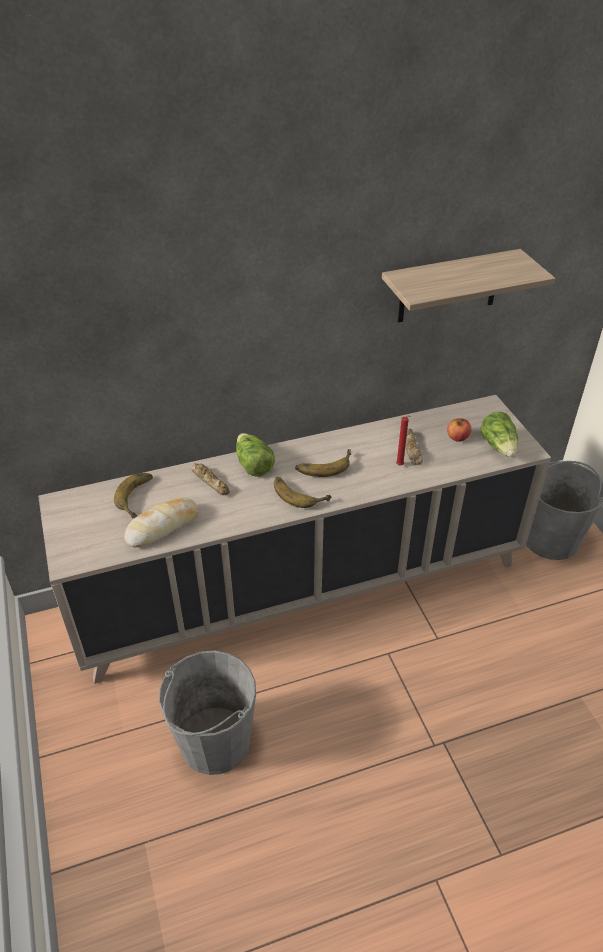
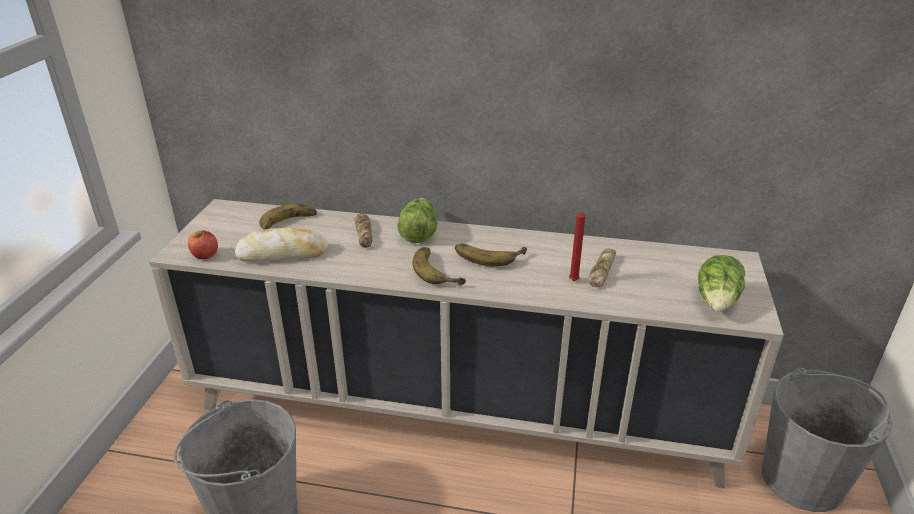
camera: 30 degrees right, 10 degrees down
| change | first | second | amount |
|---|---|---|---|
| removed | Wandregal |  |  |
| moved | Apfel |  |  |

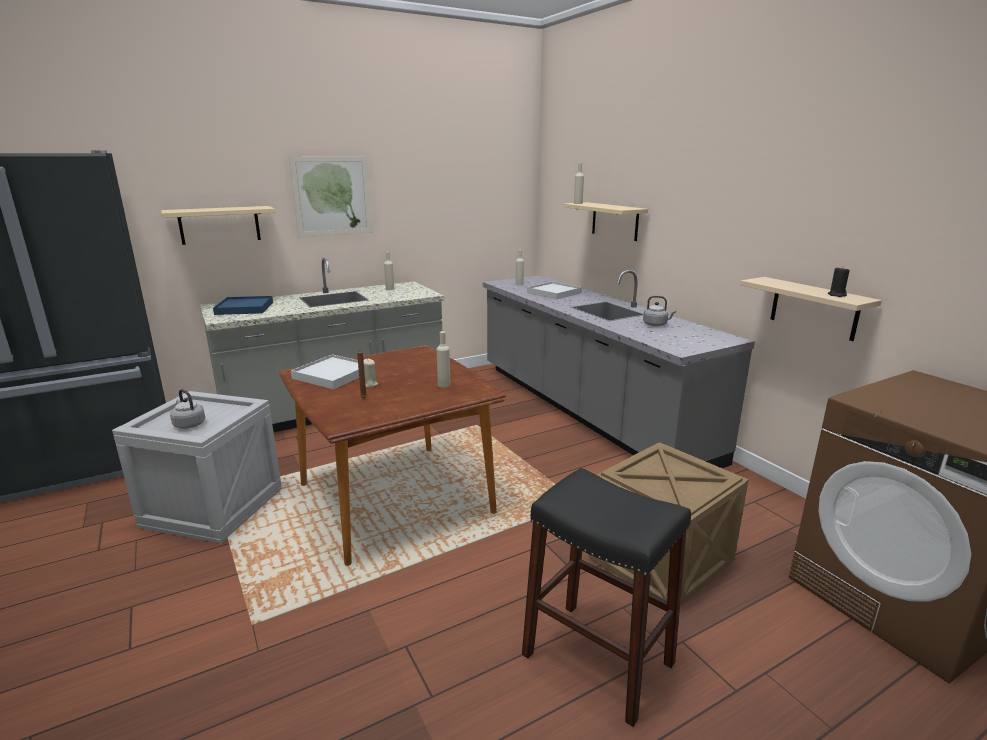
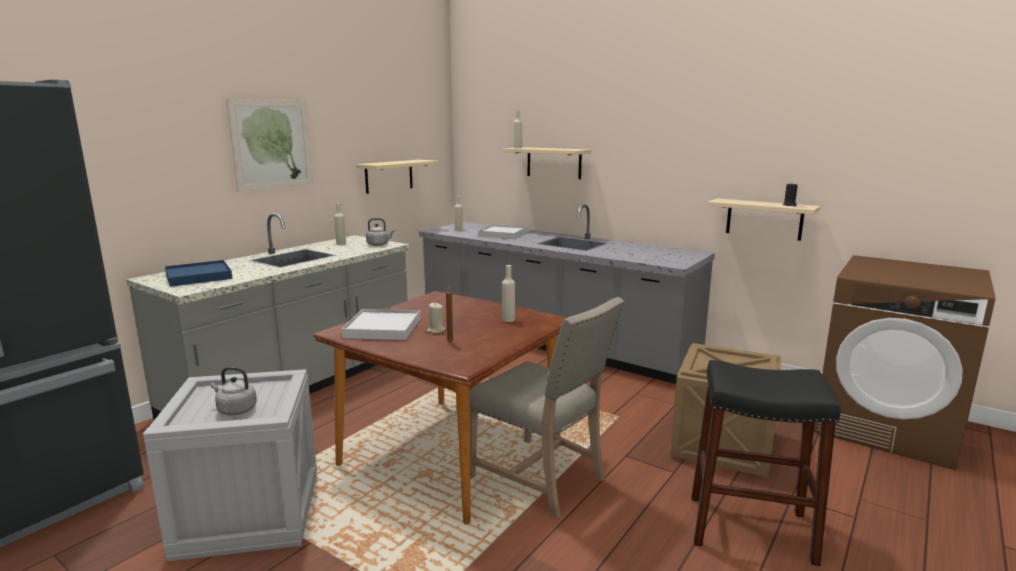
camera: 25 degrees left, 5 degrees down
| change | first | second | amount |
|---|---|---|---|
| moved | Wandregal (beige) (1st from left) |  |  |
| moved | Wasserkessel (grau) (2nd from left) |  |  |
| added |  | Stuhl (beige) |  |

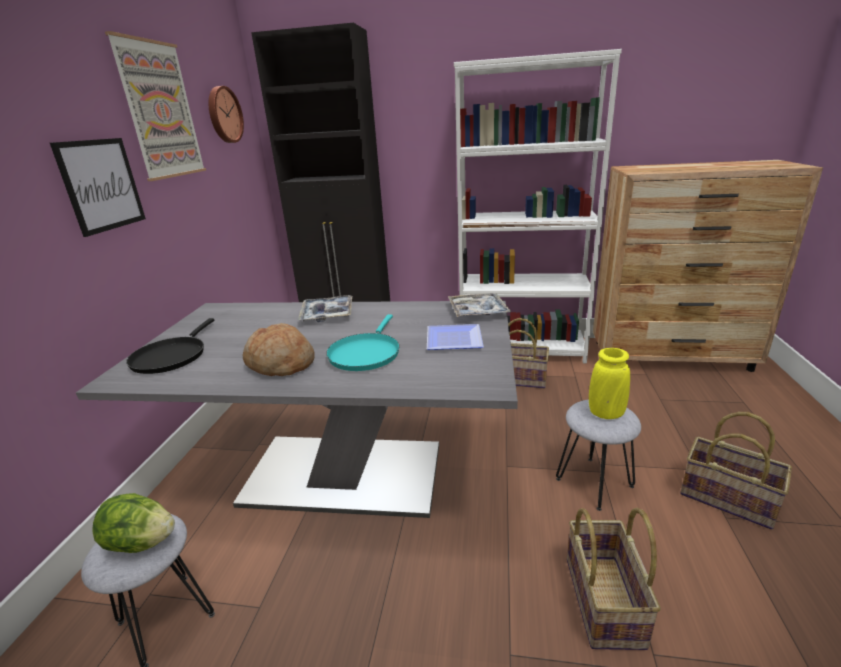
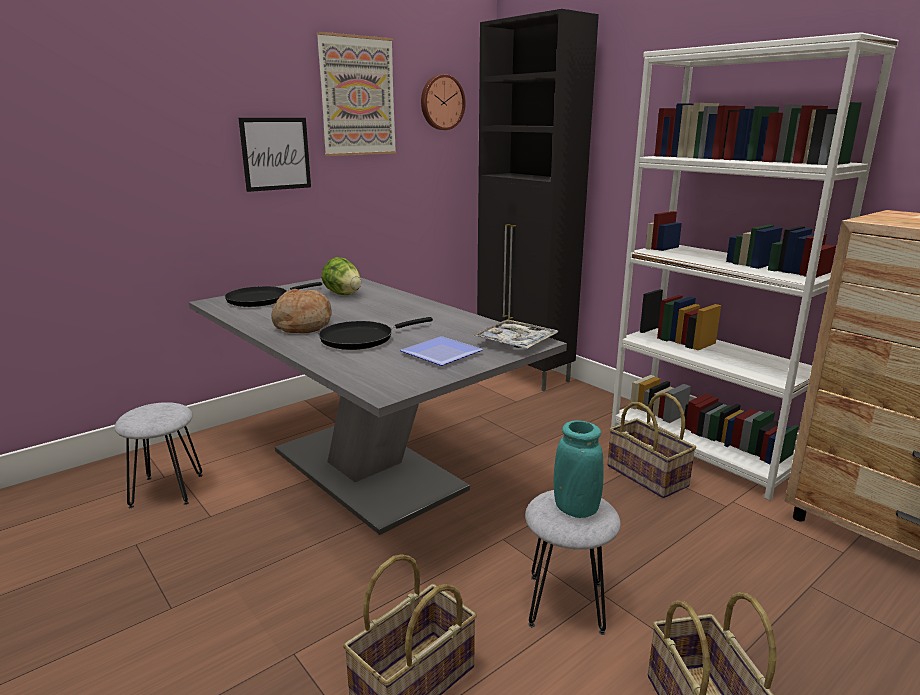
camera: 40 degrees right, 5 degrees down
| change | first | second | amount |
|---|---|---|---|
| moved | Salatkopf |  |  |
| removed | Tablett (1st from left) |  |  |
| recoloured | Pfanne (türkis) | Pfanne (schwarz) (2nd from left) |  |
| recoloured | Vase (gelb) | Vase (türkis) |  |

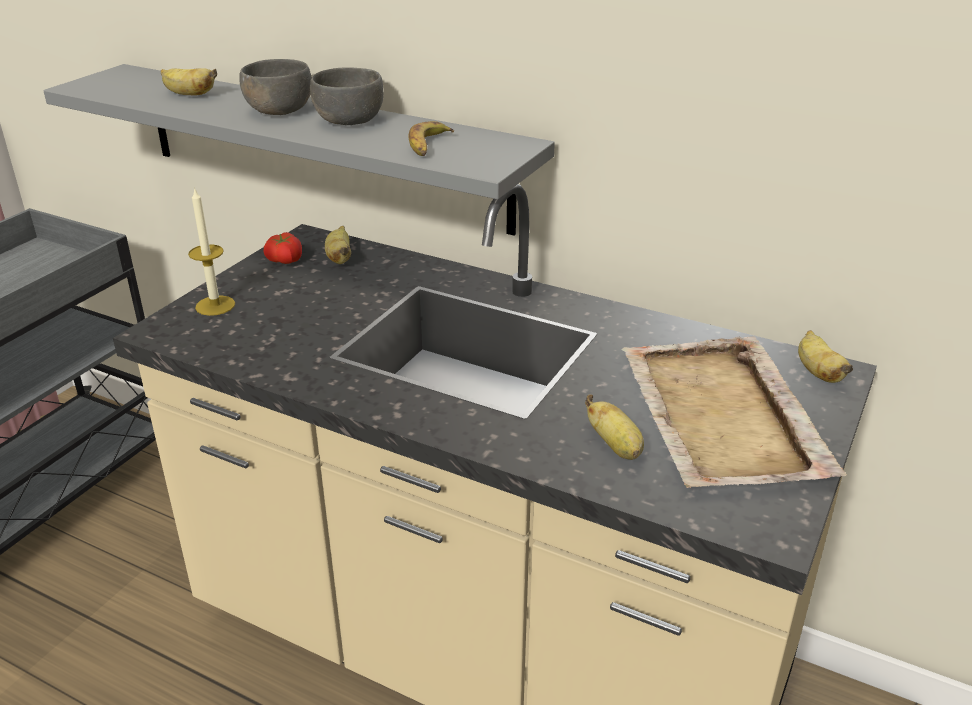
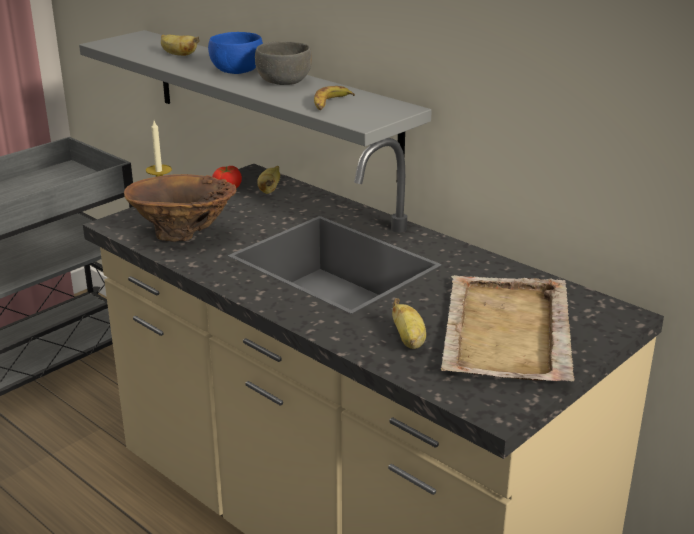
camera: 15 degrees right, 5 degrees down
| change | first | second | amount |
|---|---|---|---|
| recoloured | Schüssel (grau) (1st from left) | Schüssel (blau) |  |
| removed | Banane (5th from left) |  |  |
| added |  | Vase (braun) |  |

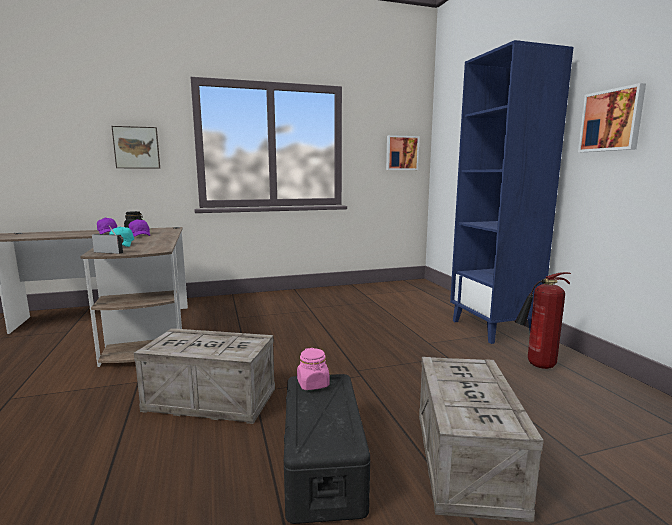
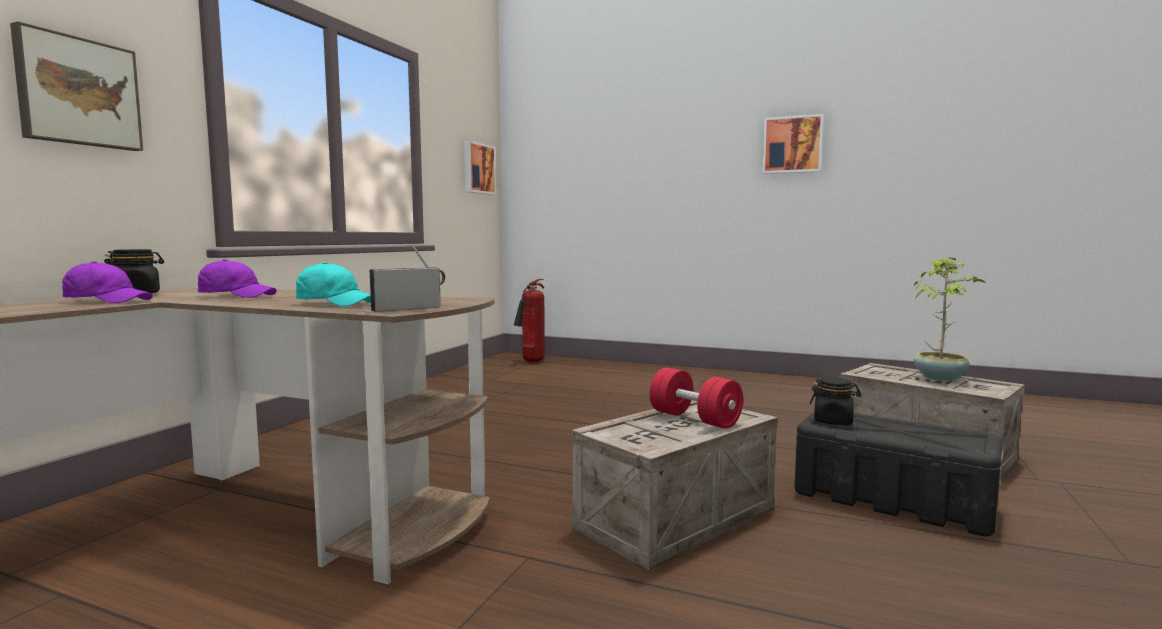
camera: 50 degrees left, 5 degrees down
| change | first | second | amount |
|---|---|---|---|
| recoloured | Vorratsglas (rosa) | Vorratsglas (schwarz) (2nd from left) |  |
| removed | Bücherregal (blau) |  |  |
| moved | Feuerlöscher |  |  |
| added |  | Hantel (rot) |  |
| added |  | Topfpflanze |  |

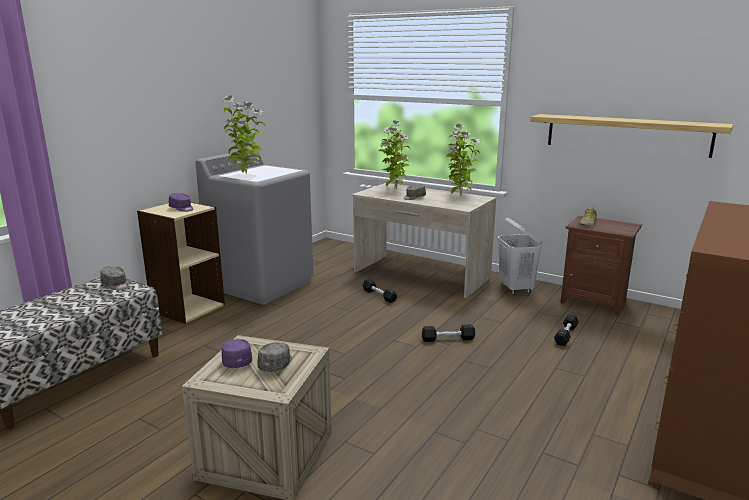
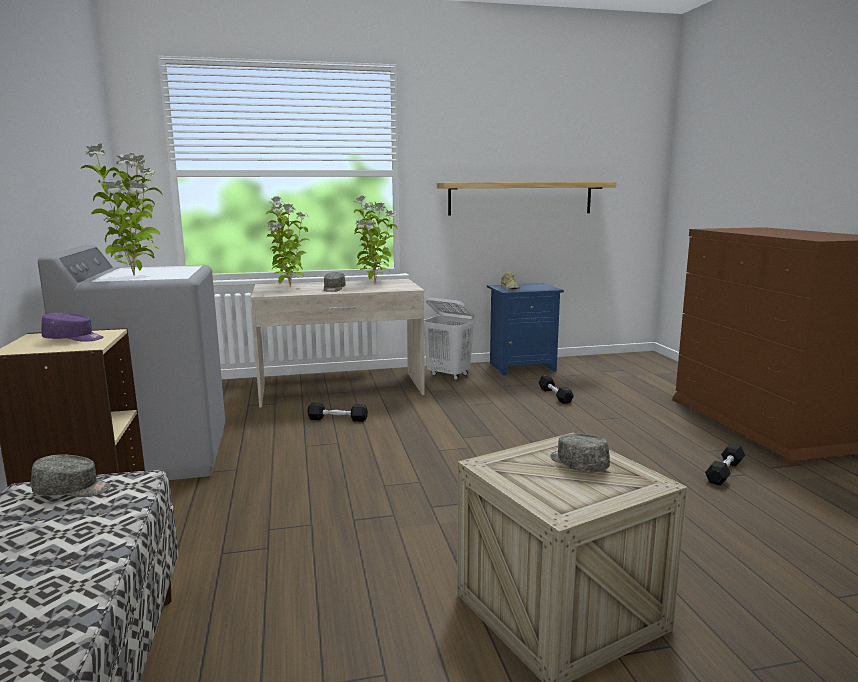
camera: 45 degrees left, 5 degrees down
| change | first | second | amount |
|---|---|---|---|
| removed | Kappe (lila) (2nd from left) |  |  |
| moved | Hantel (schwarz) (2nd from left in the first image) | Hantel (schwarz) (3rd from left) |  |
| recoloured | Nachttisch (braun) | Nachttisch (blau) |  |

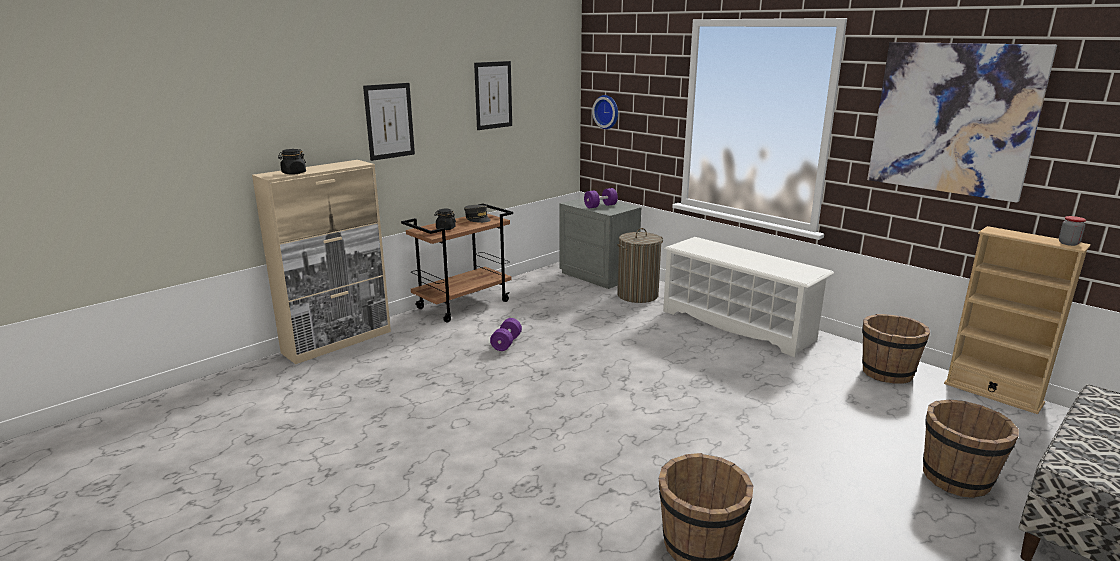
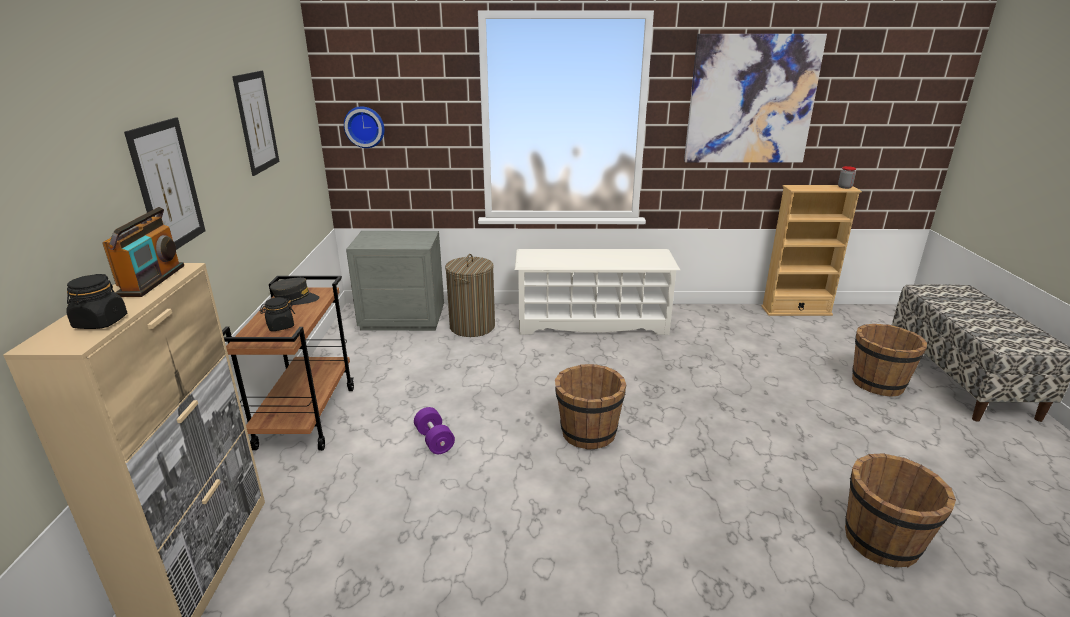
camera: 45 degrees left, 5 degrees up
| change | first | second | amount |
|---|---|---|---|
| removed | Hantel (lila) (2nd from left) |  |  |
| moved | Eimer (braun) (2nd from left in the first image) | Eimer (braun) (1st from left) |  |
| added |  | Radio |  |

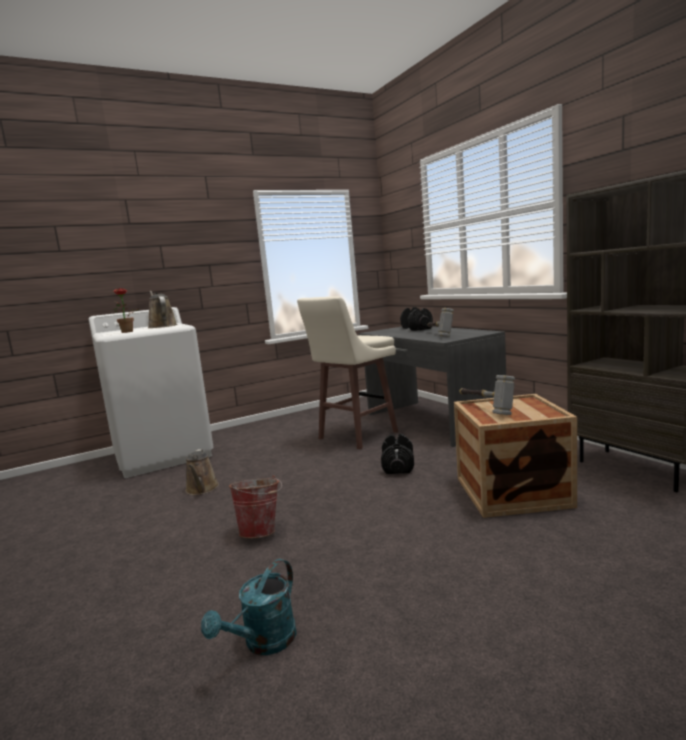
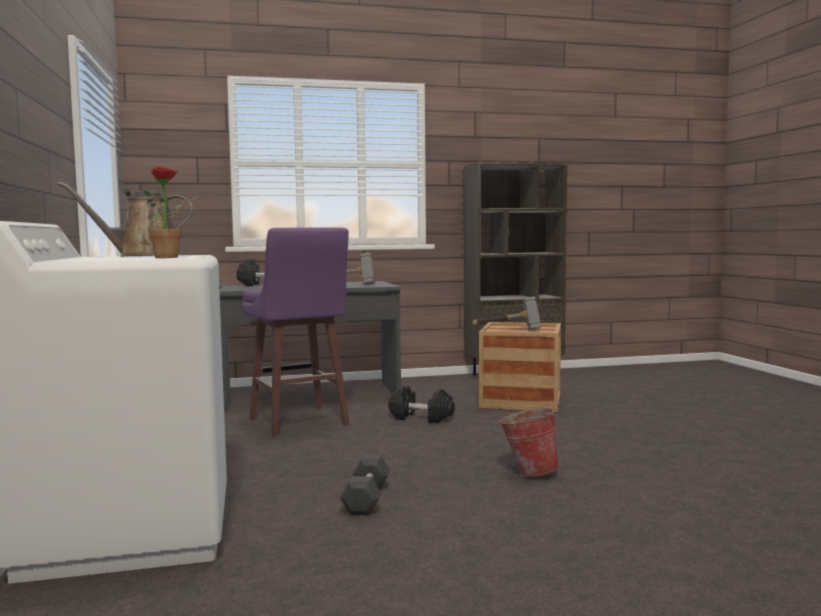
camera: 75 degrees left, 5 degrees down
| change | first | second | amount |
|---|---|---|---|
| replaced | Gießkanne (braun) (2nd from left) | Hantel (schwarz) (2nd from left) |  |
| removed | Gießkanne (türkis) |  |  |
| recoloured | Hocker (beige) | Hocker (lila) |  |

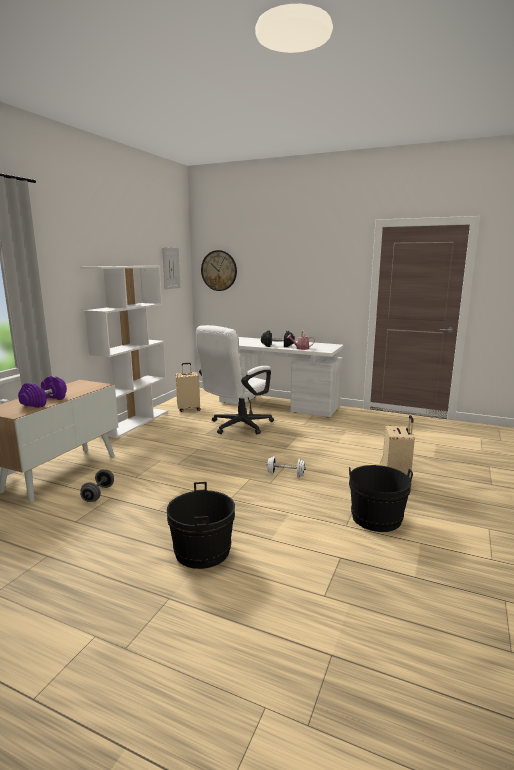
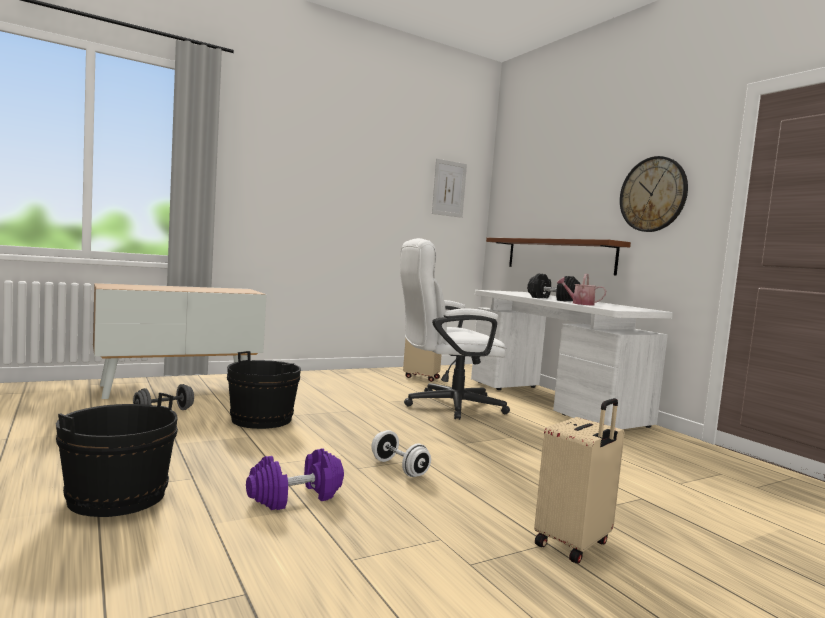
camera: 35 degrees right, 10 degrees down
| change | first | second | amount |
|---|---|---|---|
| moved | Hantel (lila) |  |  |
| removed | Bücherregal (weiß) |  |  |
| moved | Wanduhr |  |  |
| moved | Eimer (schwarz) (2nd from left) |  |  |
| added |  | Wandregal (braun) |  |

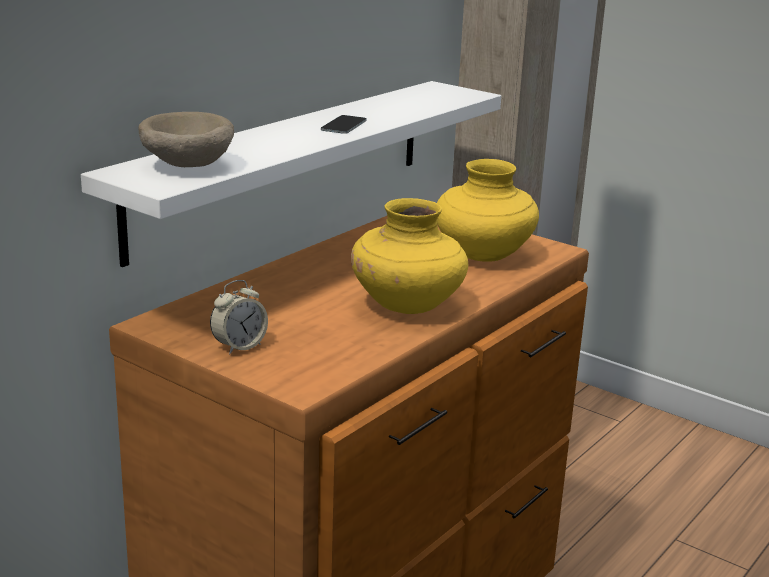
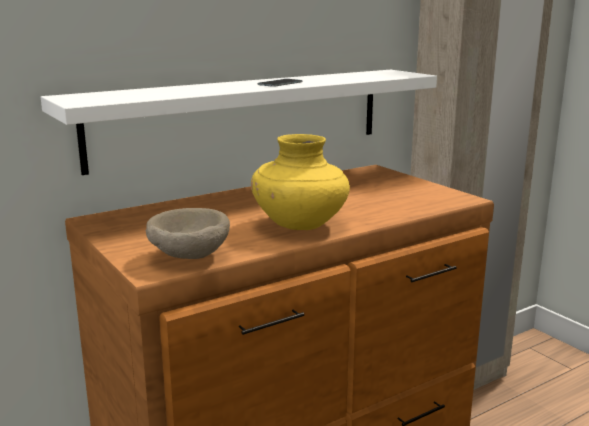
camera: 20 degrees right, 5 degrees down
| change | first | second | amount |
|---|---|---|---|
| moved | Schüssel (beige) |  |  |
| removed | Wecker |  |  |
| removed | Vase (gelb) (2nd from left) |  |  |

